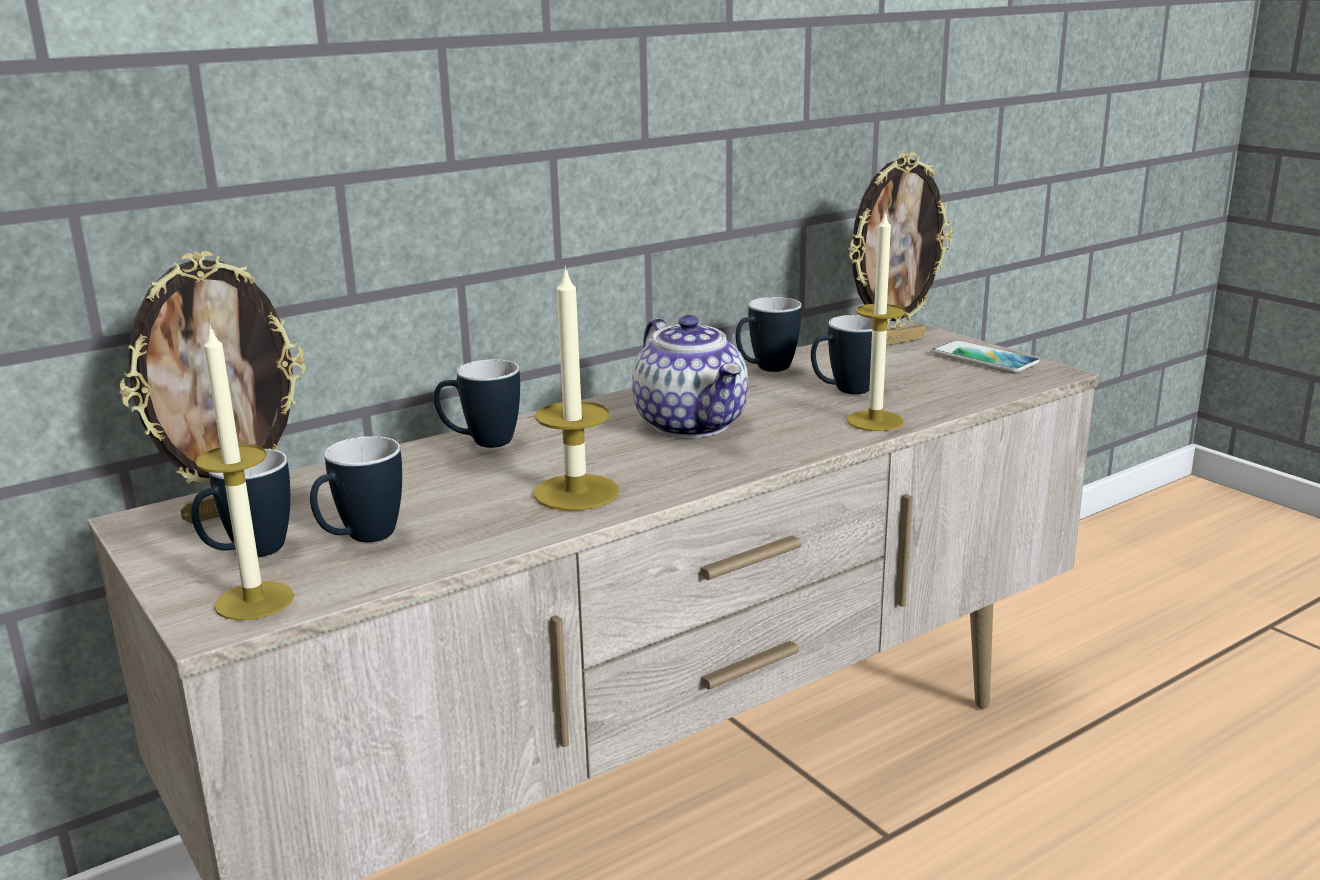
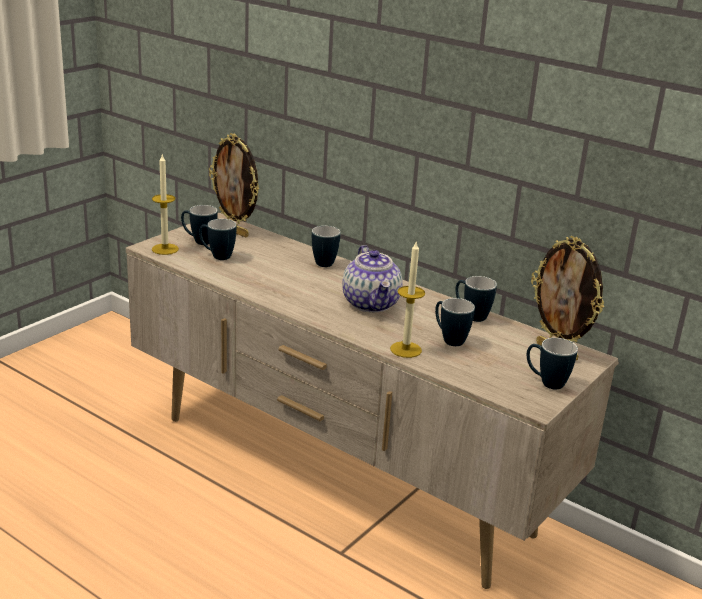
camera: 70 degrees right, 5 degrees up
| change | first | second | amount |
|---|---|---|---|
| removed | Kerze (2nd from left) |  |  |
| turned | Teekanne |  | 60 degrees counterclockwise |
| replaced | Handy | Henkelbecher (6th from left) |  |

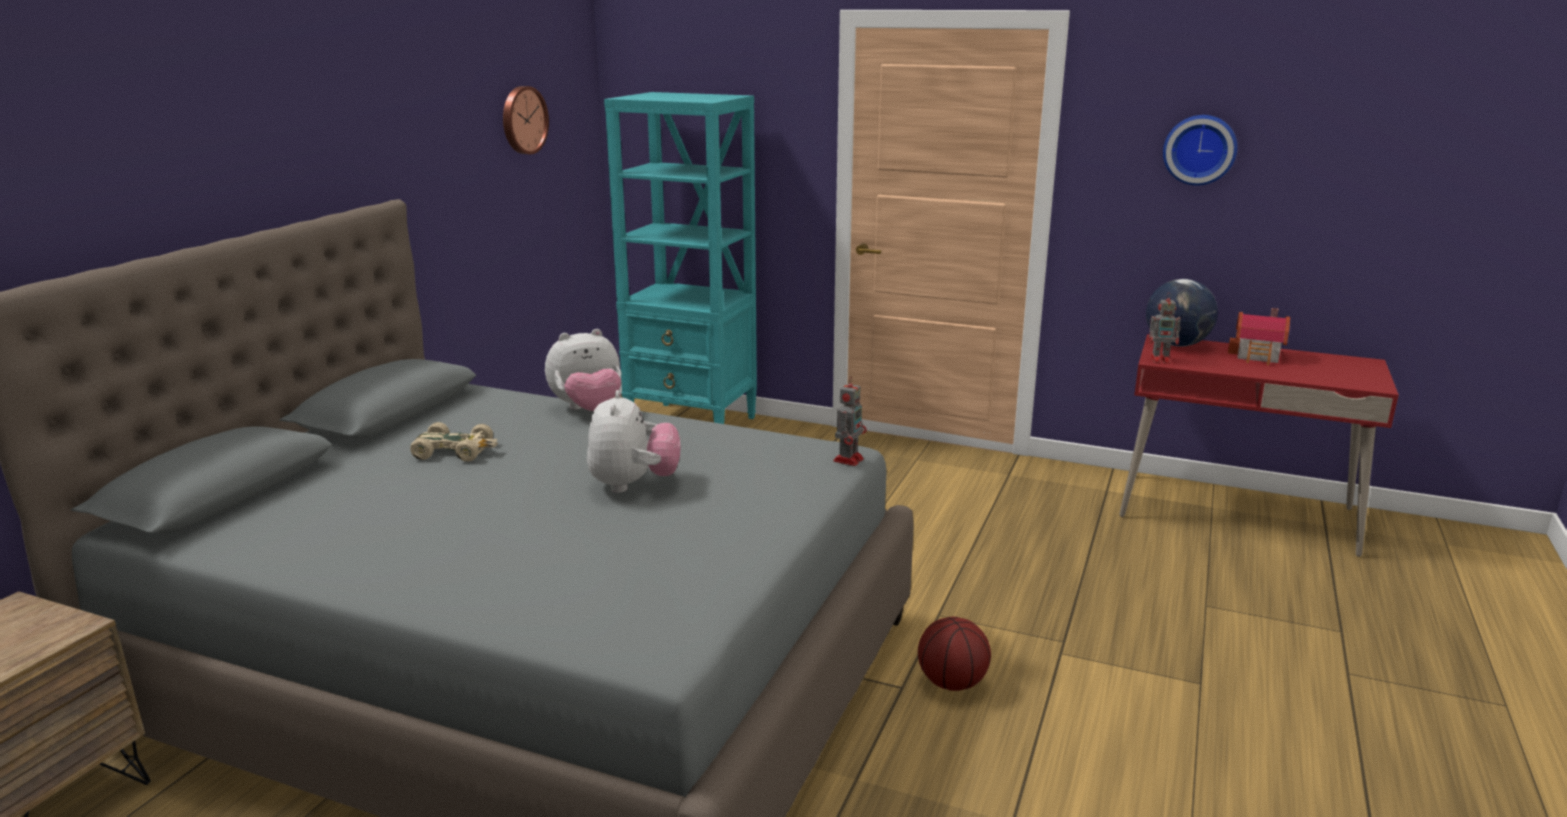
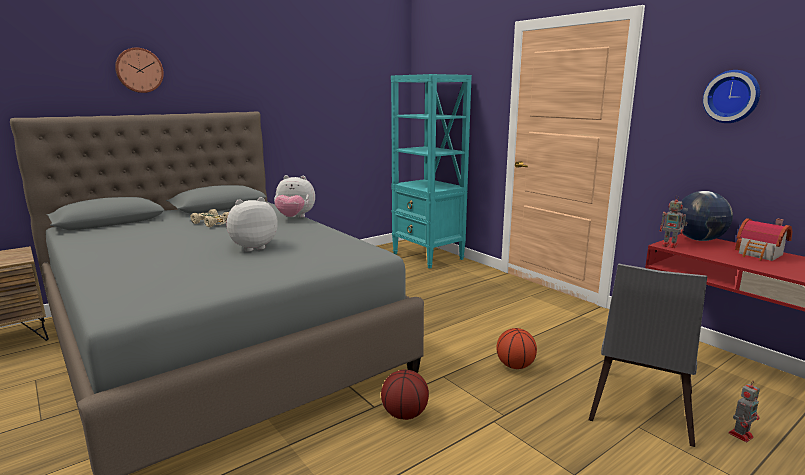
camera: 30 degrees right, 5 degrees down
| change | first | second | amount |
|---|---|---|---|
| moved | Wanduhr (1st from left) |  |  |
| turned | Plüschtier (2nd from left in the first image) | Plüschtier (1st from left) | 150 degrees counterclockwise |
| moved | Spielzeugroboter (1st from left in the first image) | Spielzeugroboter (2nd from left) |  |
| added |  | Basketball (2nd from left) |  |
| added |  | Stuhl (grau) |  |

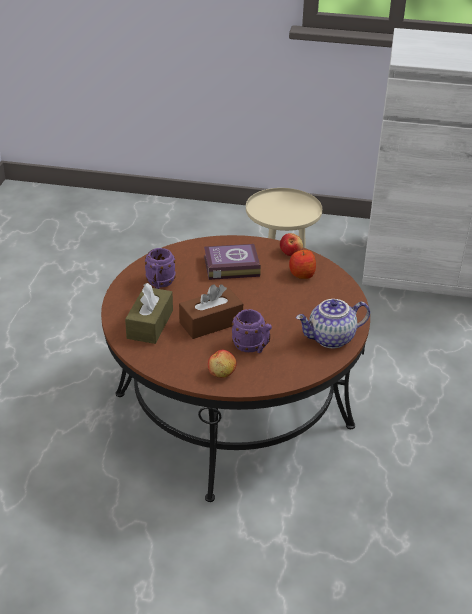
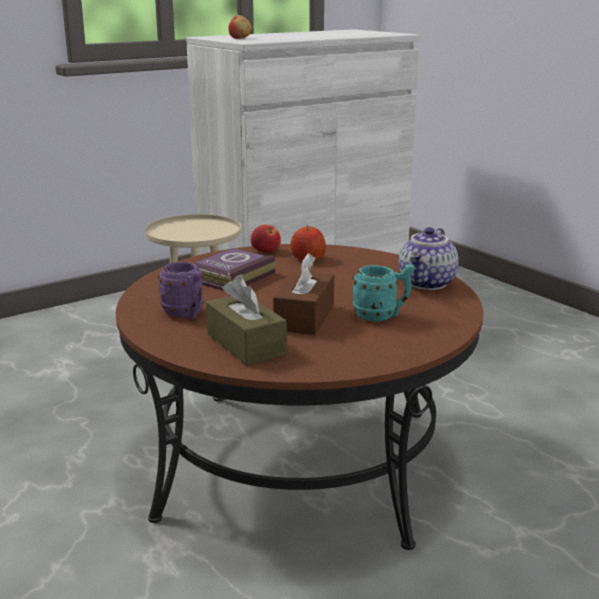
camera: 45 degrees left, 15 degrees down
| change | first | second | amount |
|---|---|---|---|
| moved | Apfel (1st from left) |  |  |
| recoloured | Henkelbecher (lila) (2nd from left) | Henkelbecher (türkis) |  |

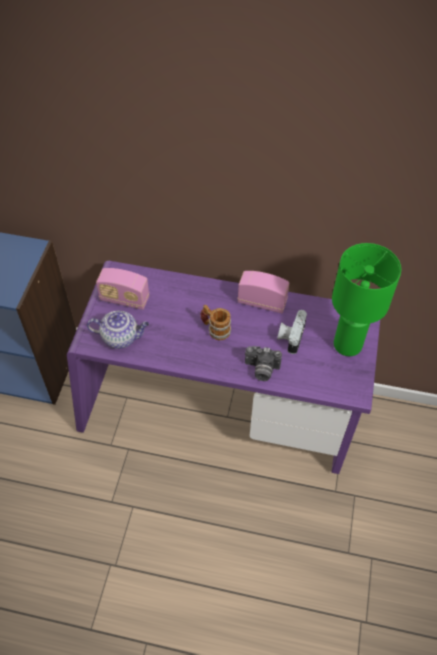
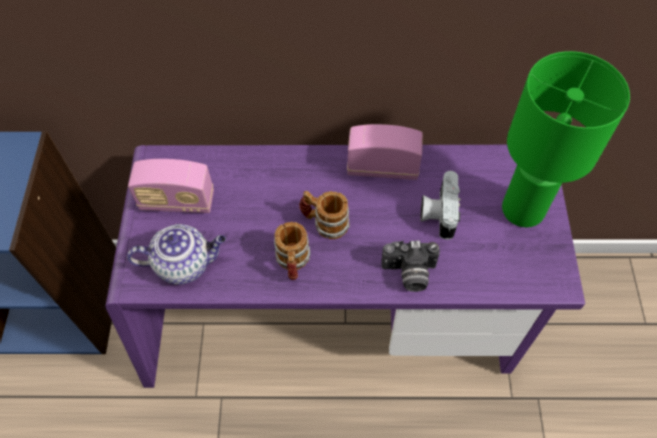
camera: 10 degrees left, 5 degrees up
| change | first | second | amount |
|---|---|---|---|
| added |  | Henkelbecher (1st from left) |  |

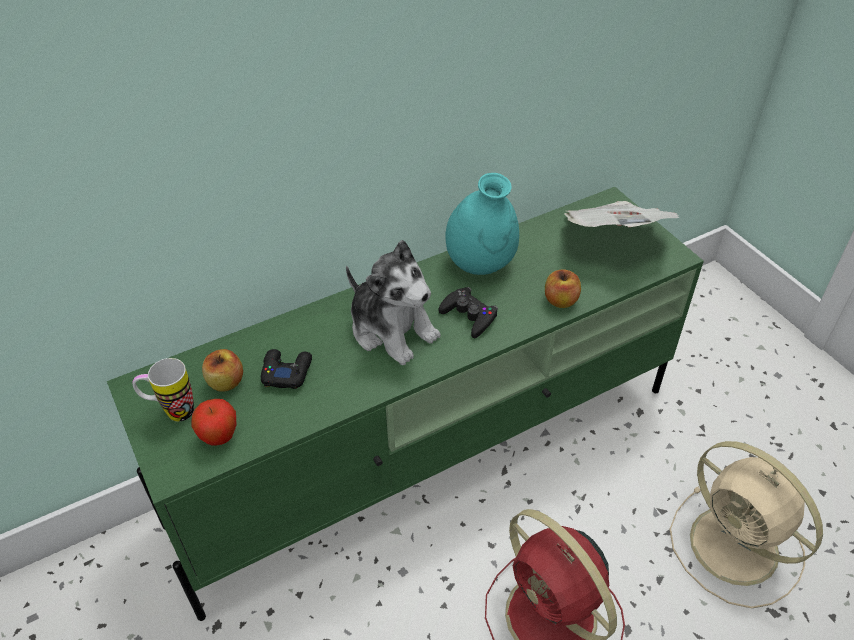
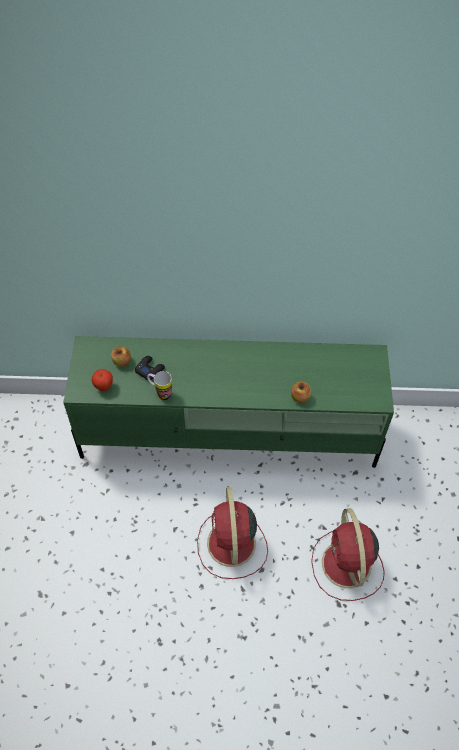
camera: 30 degrees right, 10 degrees up
| change | first | second | amount |
|---|---|---|---|
| moved | Henkelbecher |  |  |
| removed | Plüschtier |  |  |
| removed | Gamepad (schwarz) (2nd from left) |  |  |
| removed | Vase (türkis) |  |  |
| removed | Zeitung |  |  |
| recoloured | Ventilator (beige) | Ventilator (rot) (2nd from left) |  |

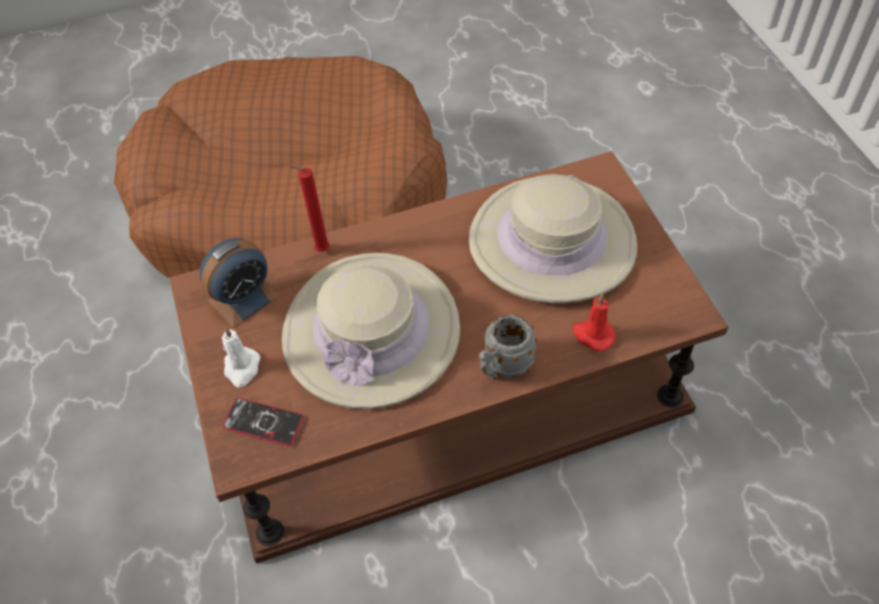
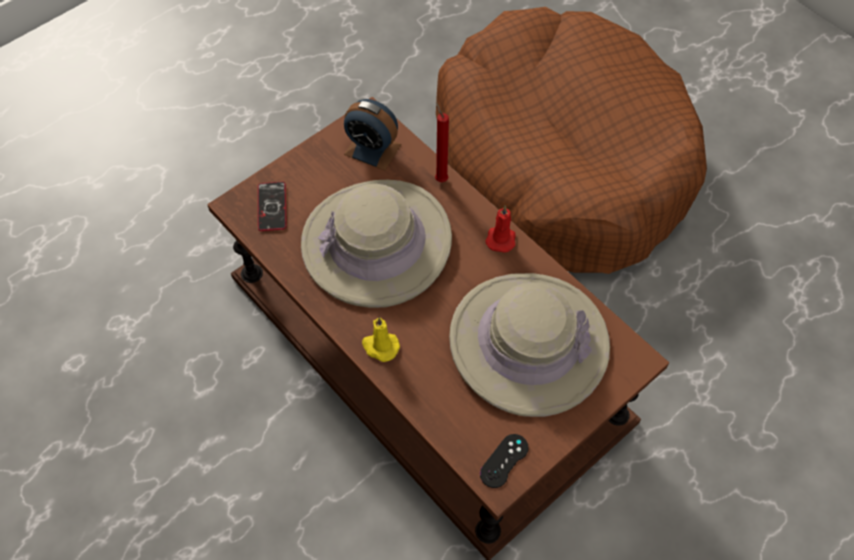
camera: 65 degrees right, 5 degrees up
| change | first | second | amount |
|---|---|---|---|
| removed | Kerze (weiß) |  |  |
| replaced | Henkelbecher (grau) | Kerze (gelb) |  |
| moved | Kerze (rot) (2nd from left) |  |  |
| added |  | Gamepad (schwarz) |  |

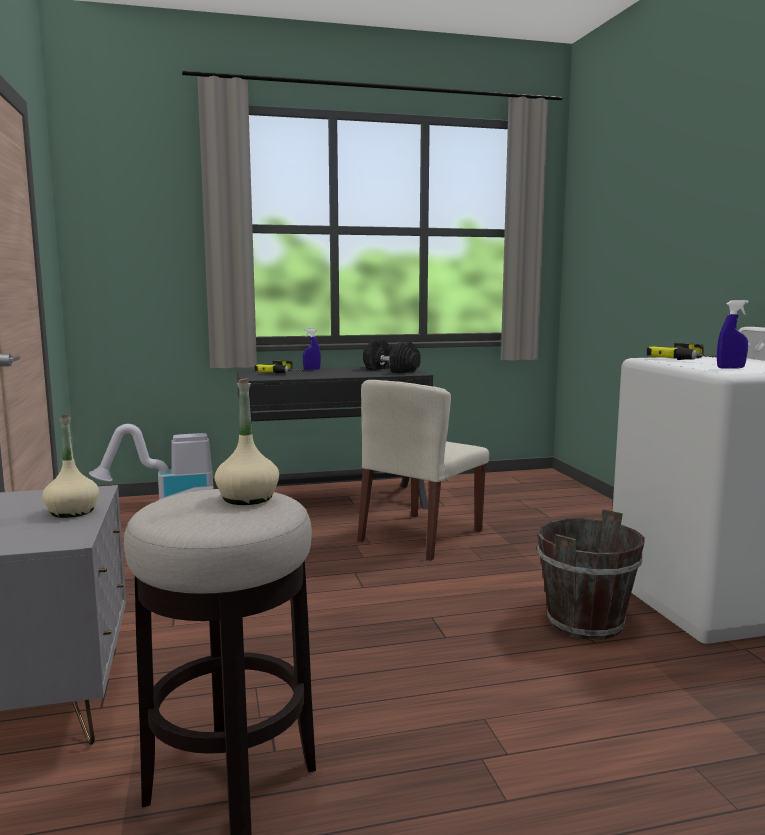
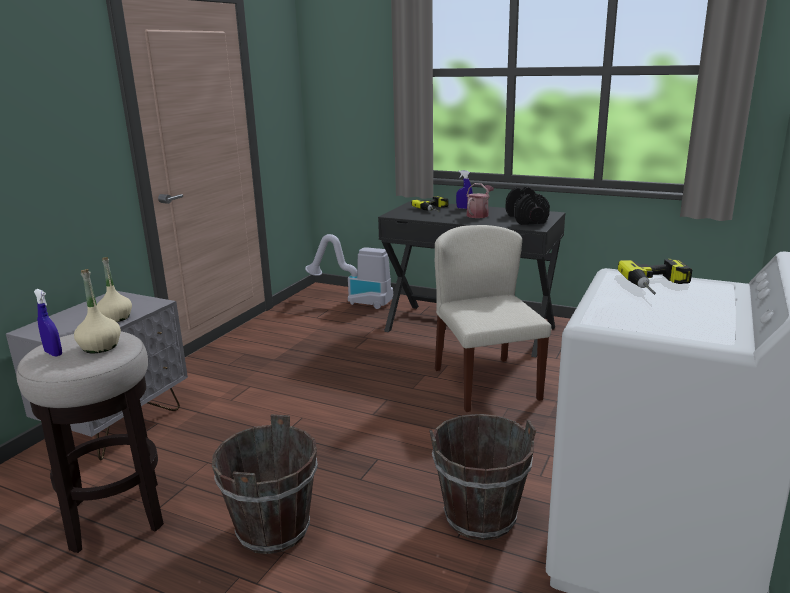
camera: 40 degrees right, 10 degrees up
| change | first | second | amount |
|---|---|---|---|
| turned | Stuhl (beige) |  | 90 degrees clockwise |
| moved | Sprühflasche (blau) (2nd from left in the first image) | Sprühflasche (blau) (1st from left) |  |
| added |  | Eimer (braun) (1st from left) |  |
| added |  | Gießkanne |  |

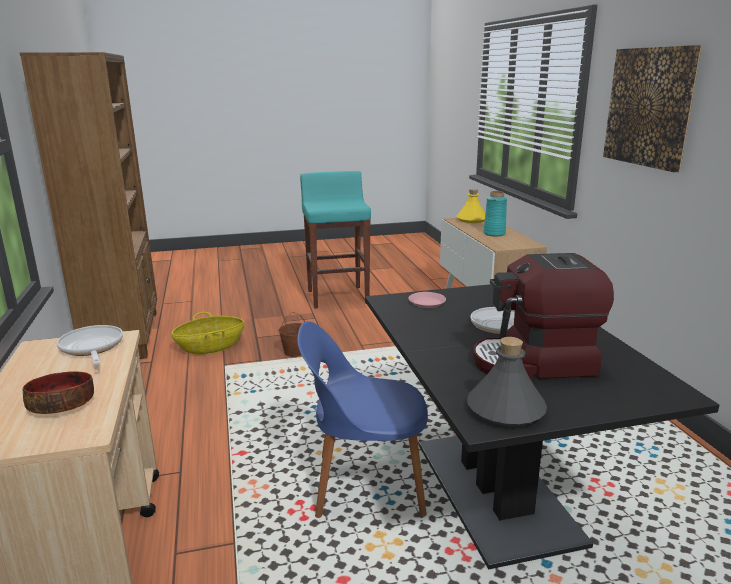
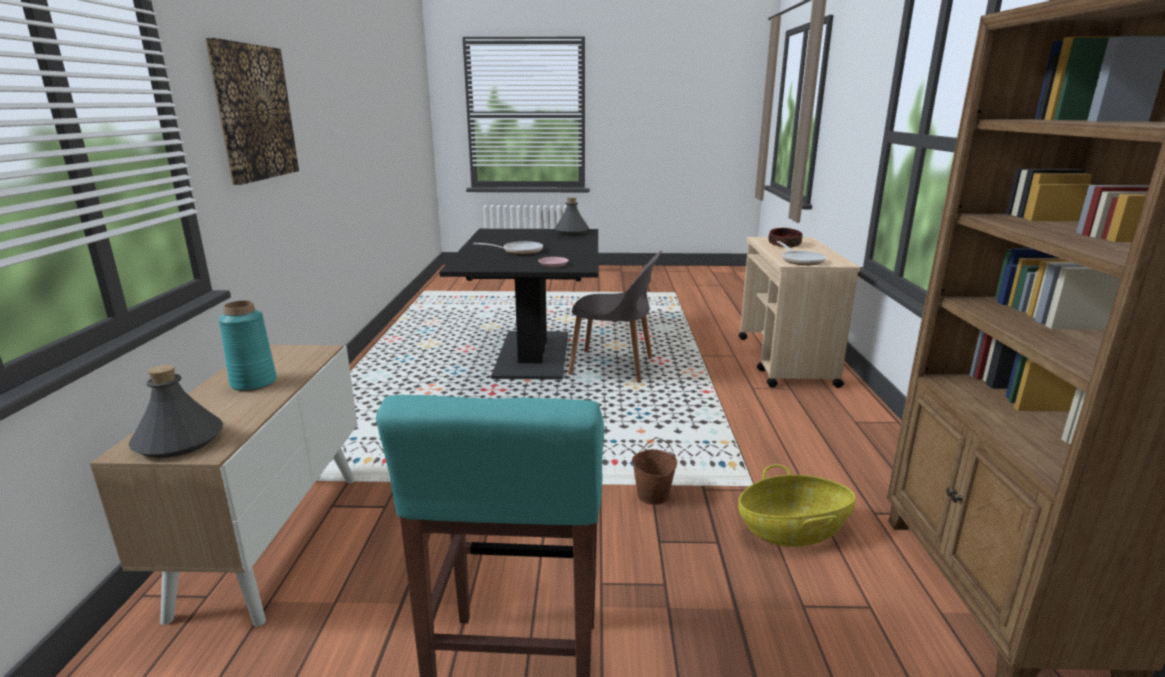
camera: 165 degrees left, 0 degrees up
| change | first | second | amount |
|---|---|---|---|
| recoloured | Stuhl (blau) | Stuhl (grau) |  |
| recoloured | Flasche (gelb) | Flasche (grau) (1st from left) |  |
| removed | Kaffeemaschine |  |  |

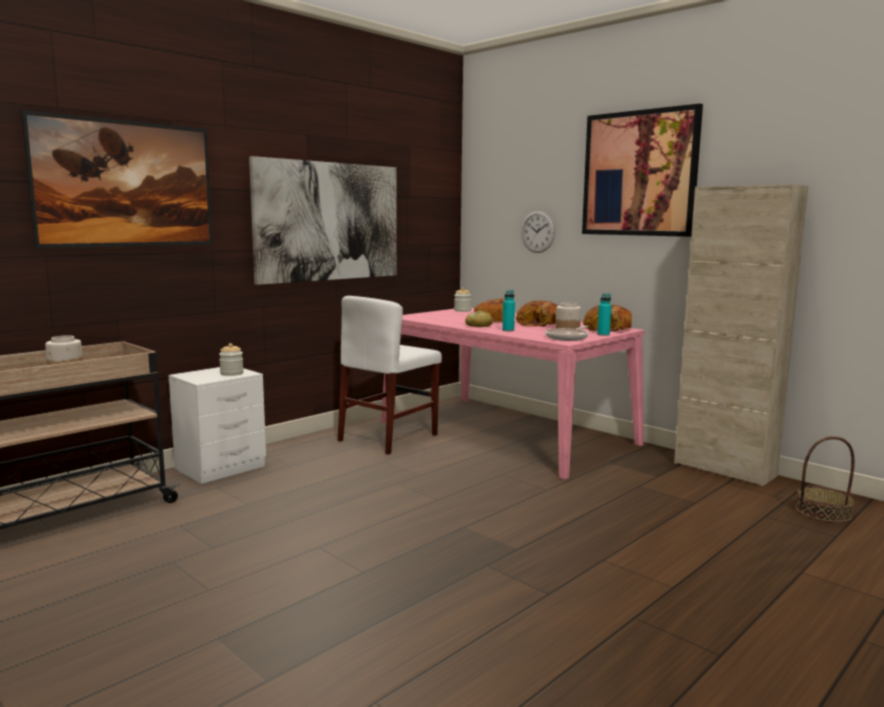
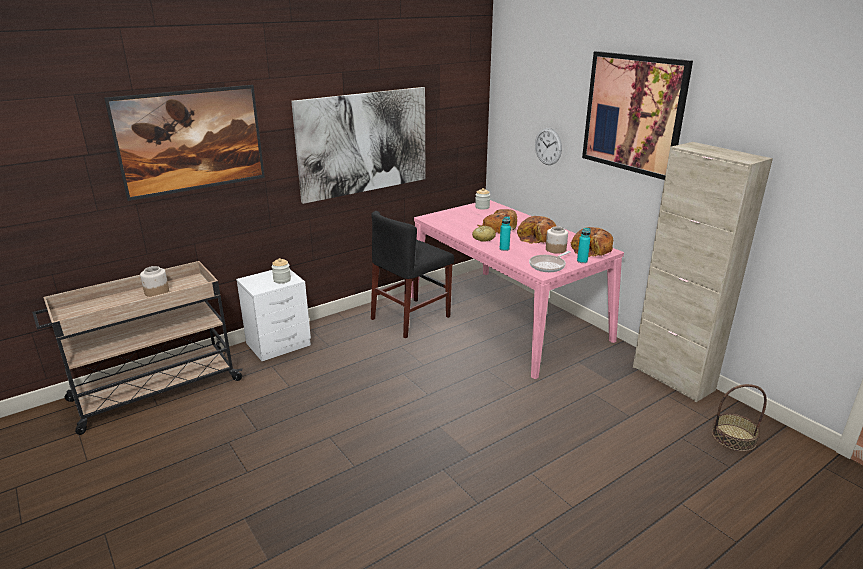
camera: 10 degrees right, 15 degrees up
| change | first | second | amount |
|---|---|---|---|
| recoloured | Stuhl (weiß) | Stuhl (schwarz) |  |

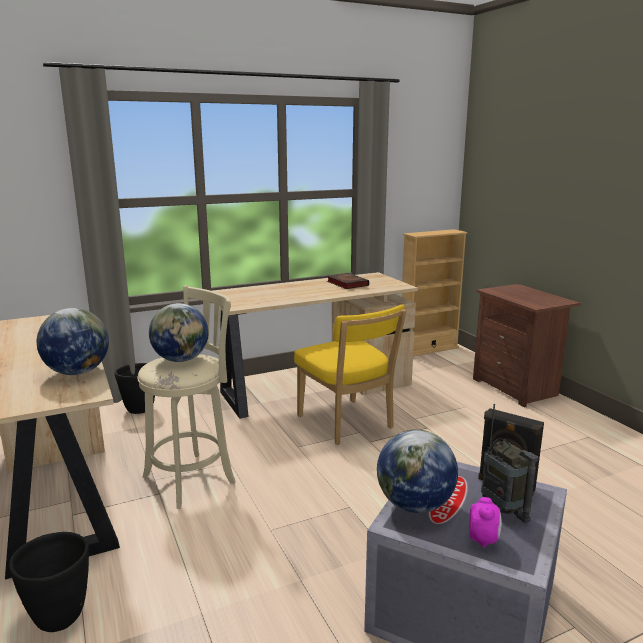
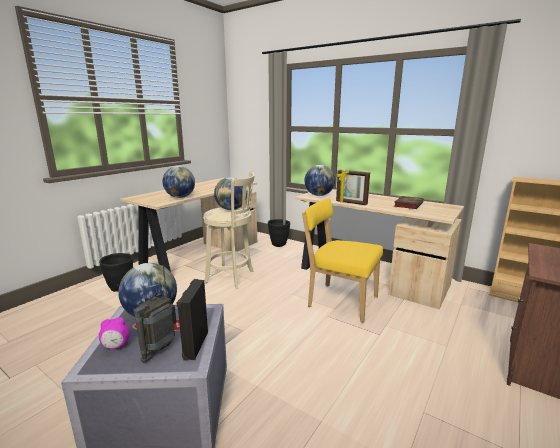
camera: 60 degrees right, 0 degrees up
| change | first | second | amount |
|---|---|---|---|
| turned | Stuhl (gelb) |  | 90 degrees clockwise |
| added |  | Globus (4th from left) |  |
| added |  | Bilderrahmen |  |

